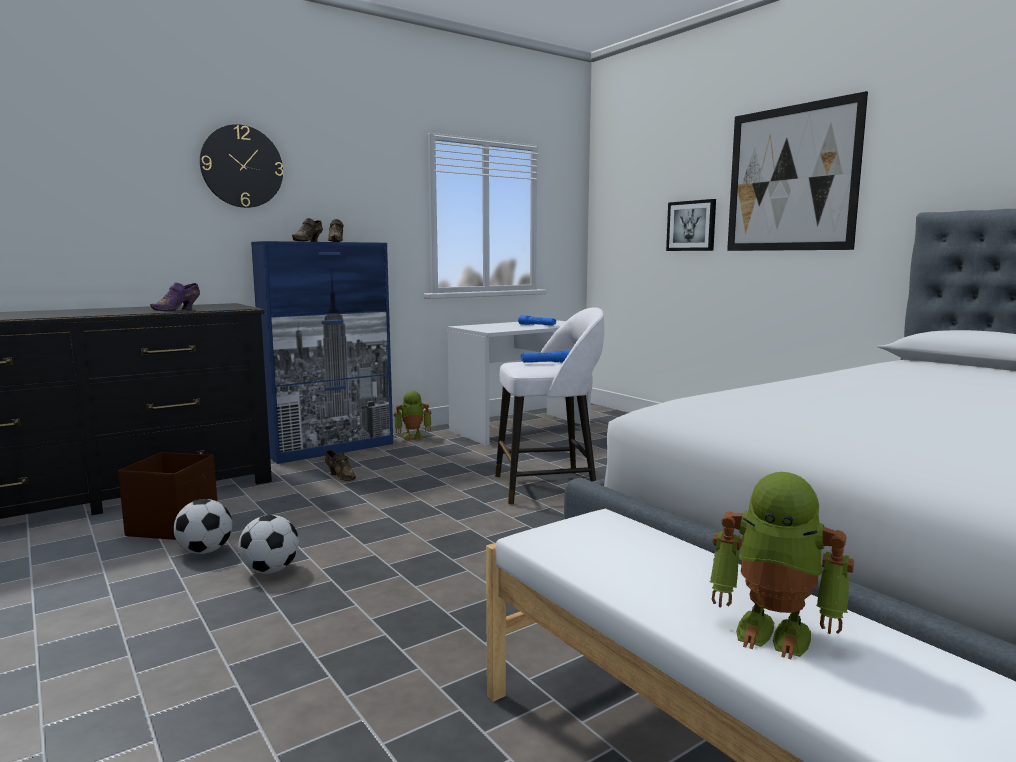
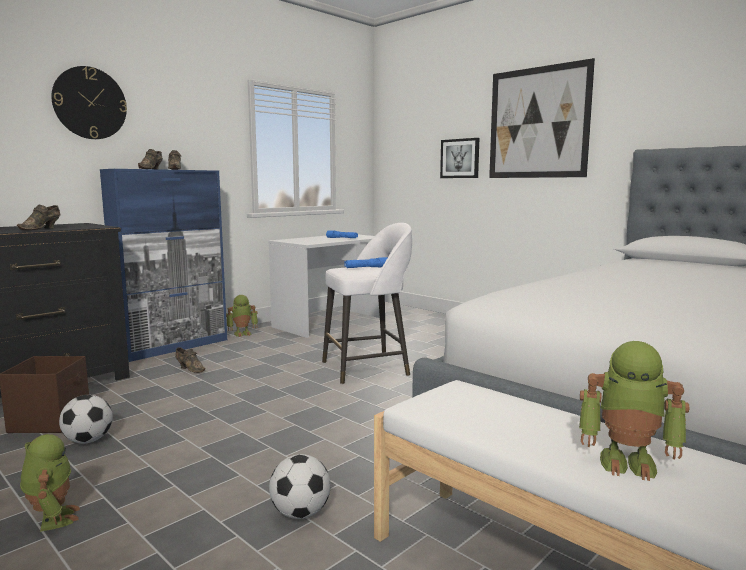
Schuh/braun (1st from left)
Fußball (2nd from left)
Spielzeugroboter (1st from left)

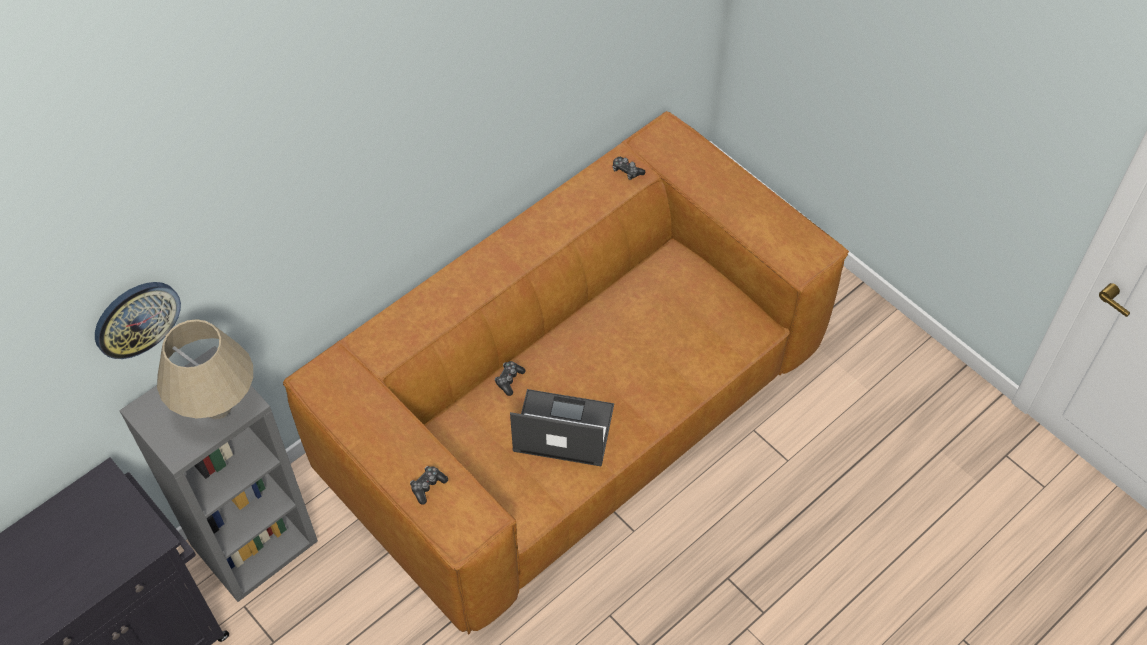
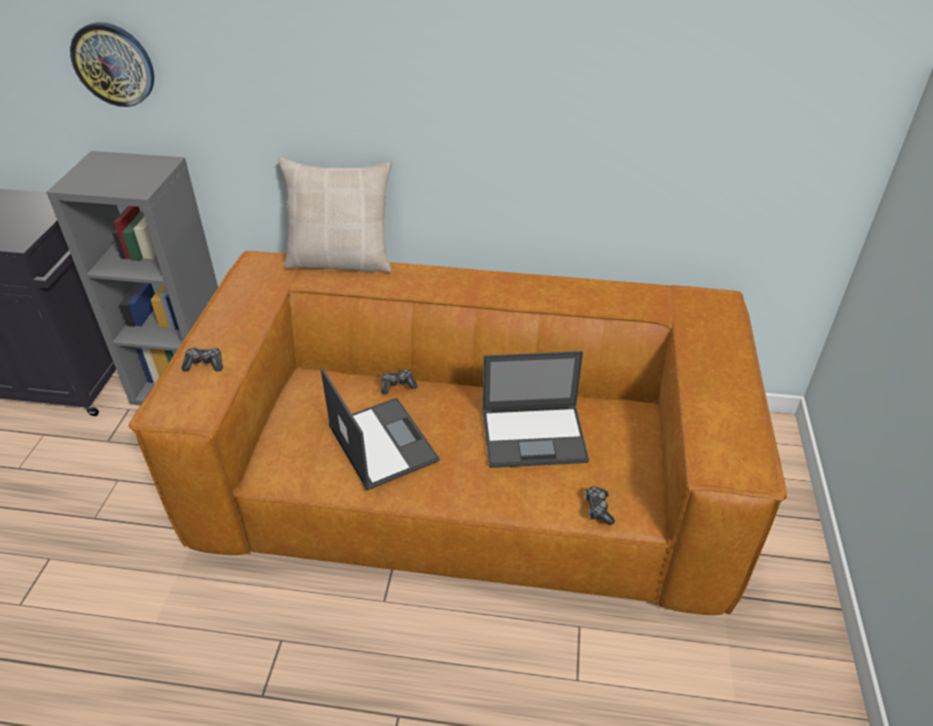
Gamepad (3rd from left)
Tischlampe/beige
Kissen/beige
Laptop (2nd from left)

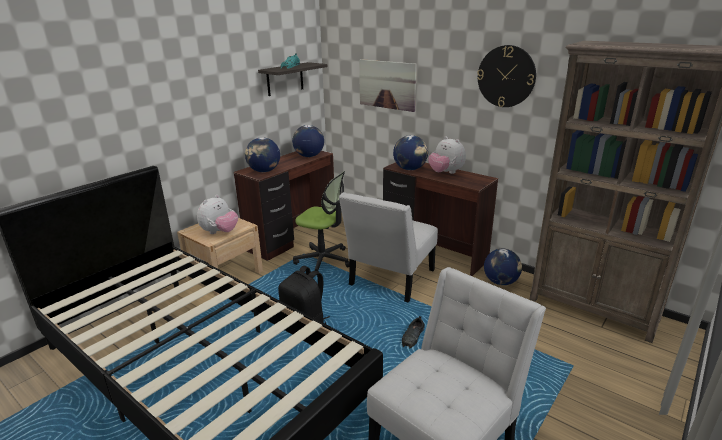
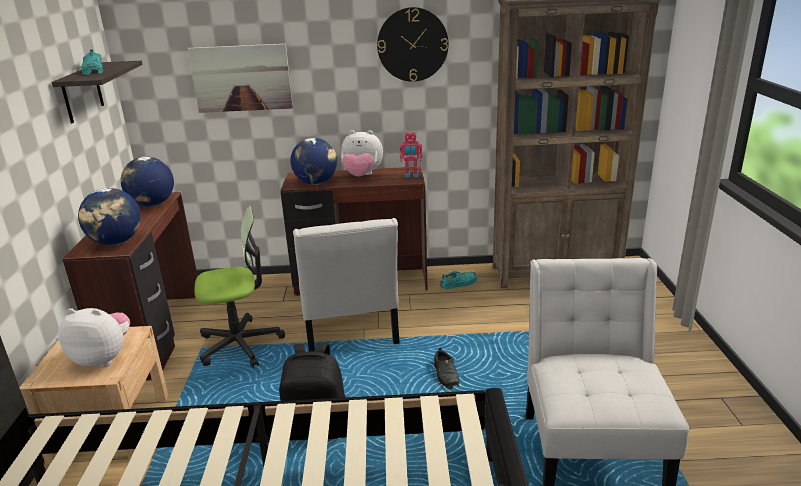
Plüschtier (1st from left)
Schuh/türkis (2nd from left)
Spielzeugroboter

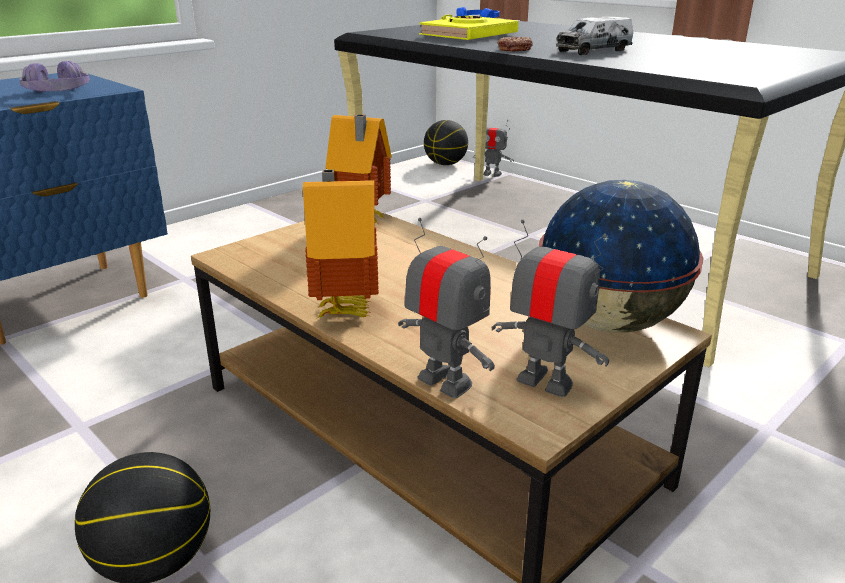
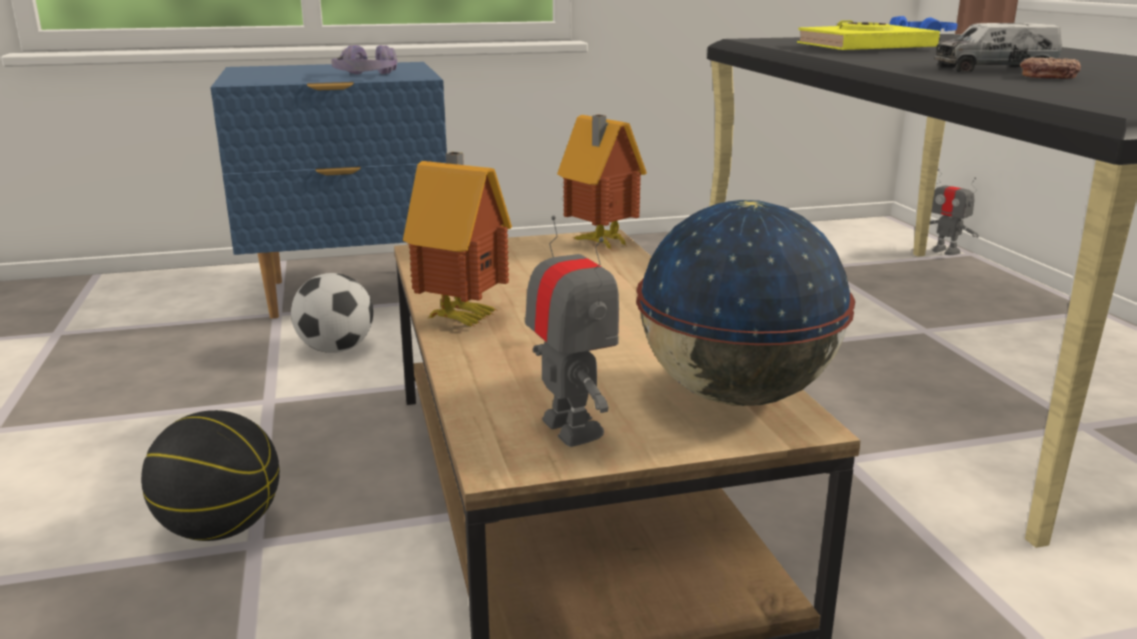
Donut
Basketball (2nd from left in the first image)
Spielzeugroboter (1st from left in the first image)
Fußball

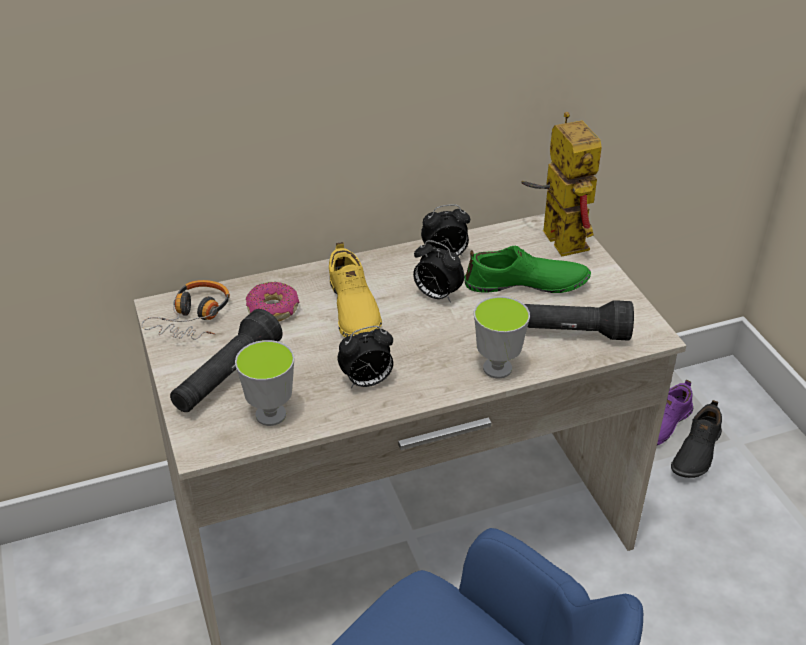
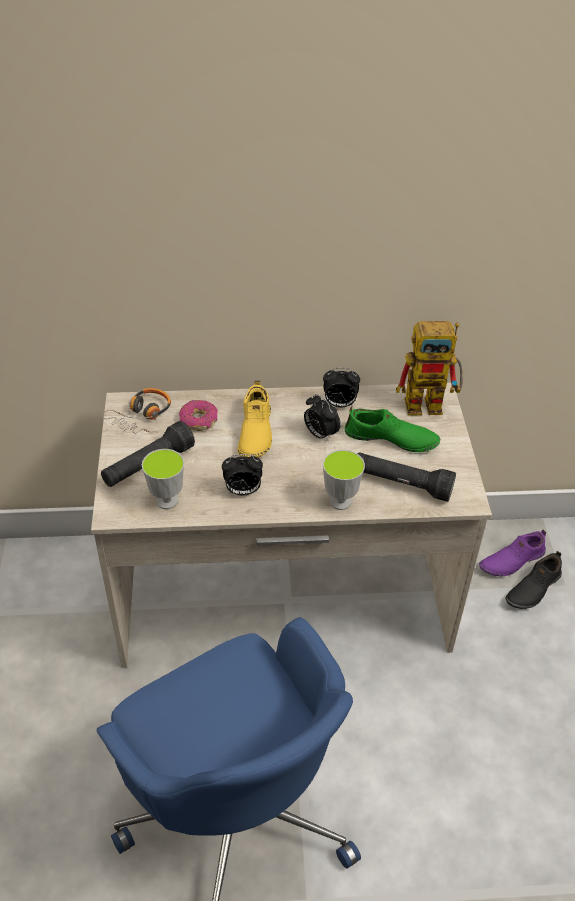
Spielzeugroboter

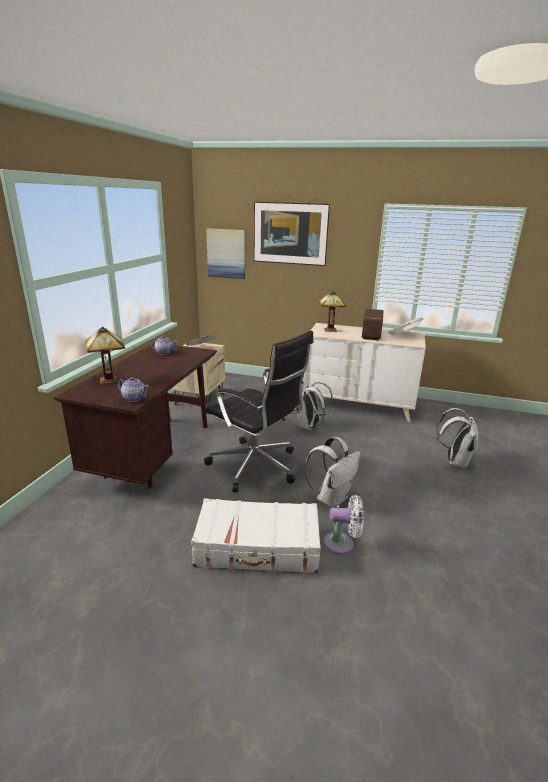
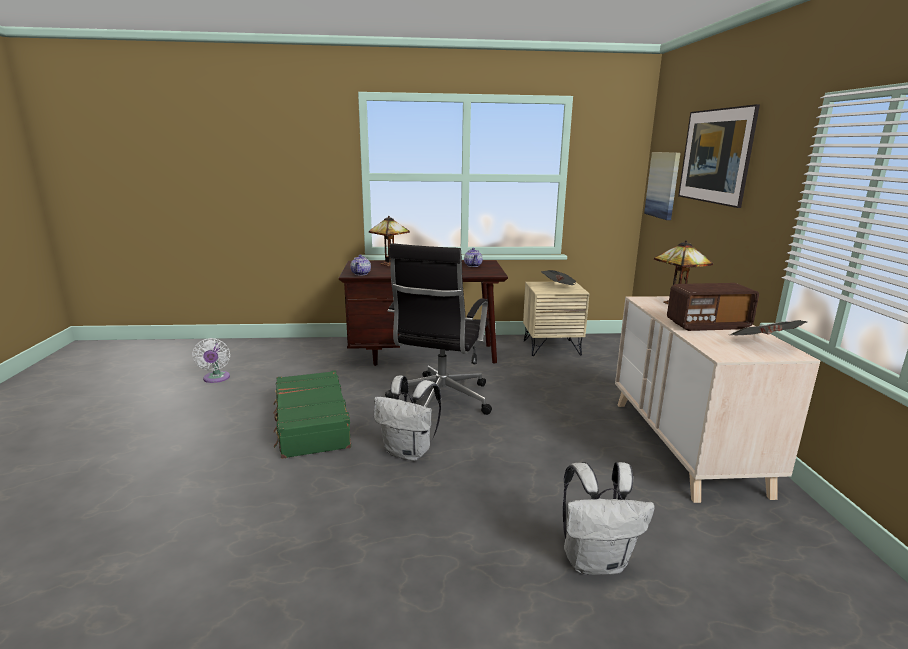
Rucksack/weiß (1st from left in the first image)
Ventilator/weiß
Koffer/grün

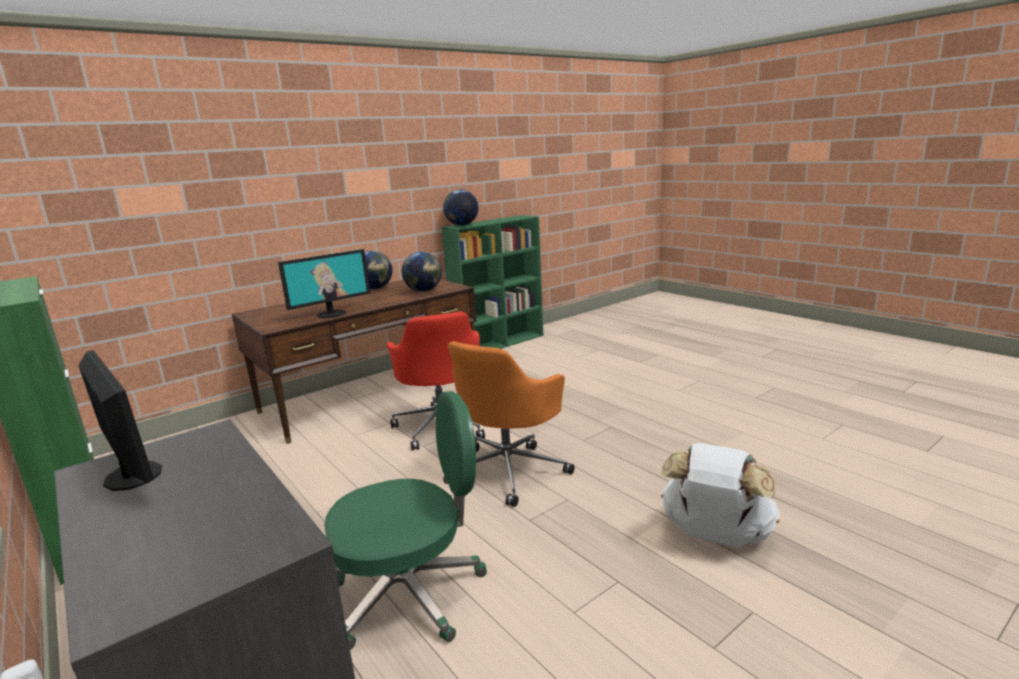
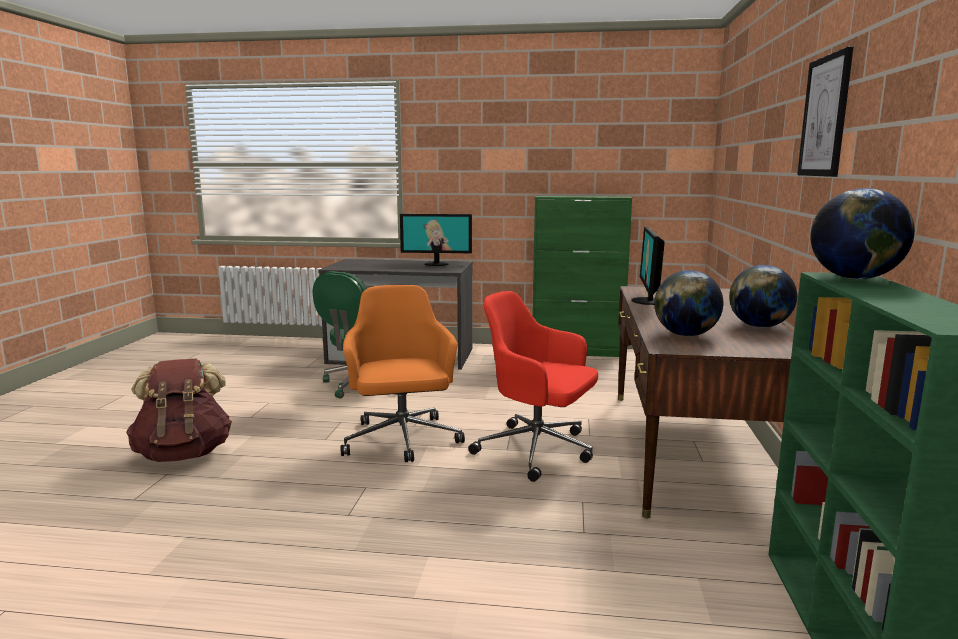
Rucksack/braun
Bild

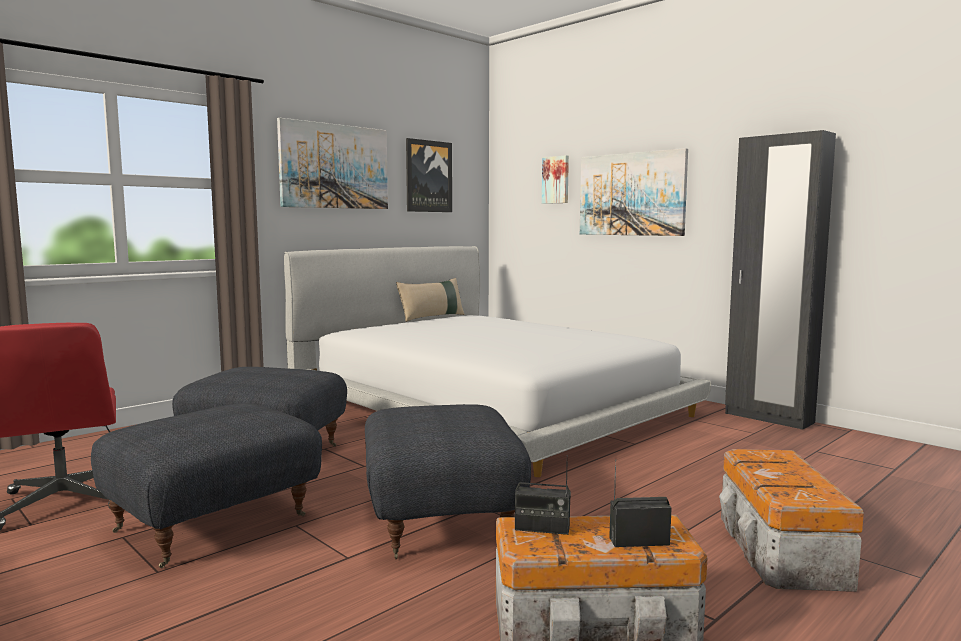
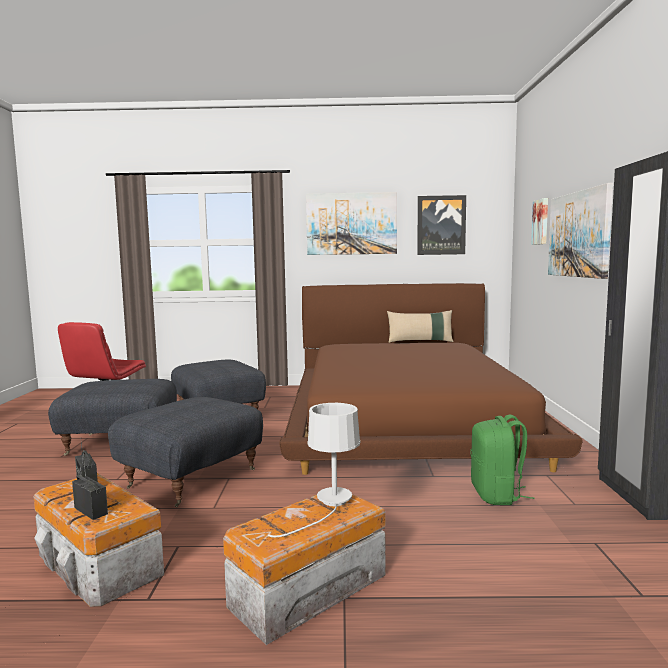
Bett/braun
Tischlampe/weiß
Rucksack/grün

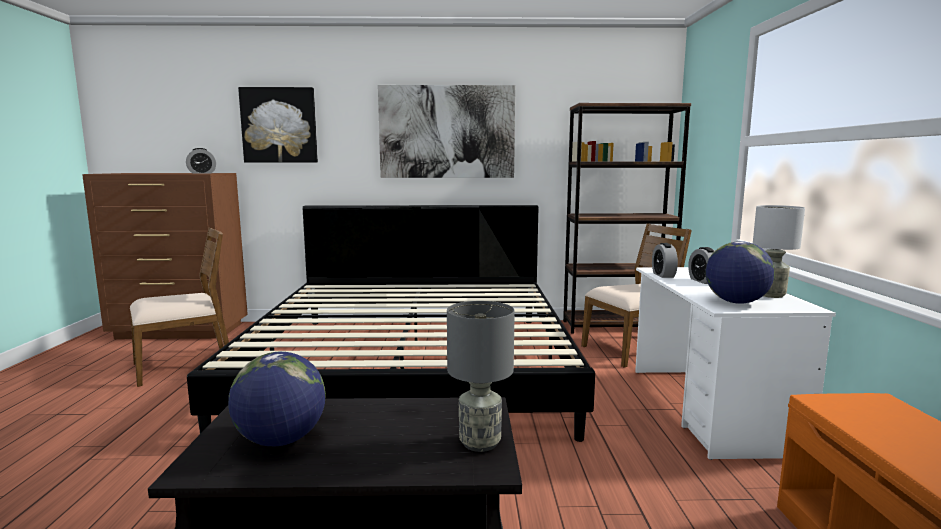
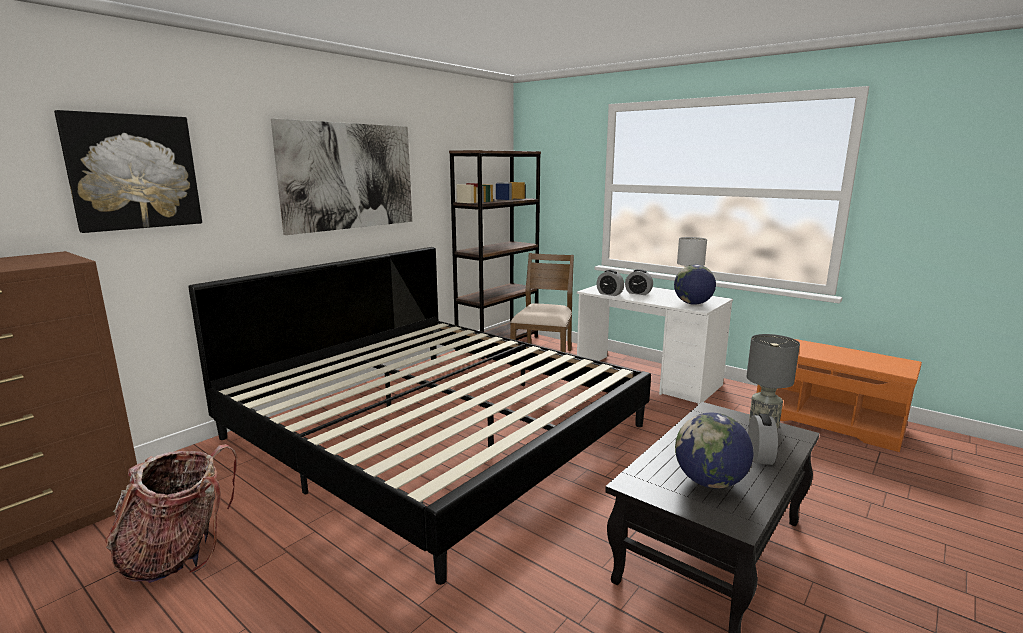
Wecker (3rd from left)
Rucksack

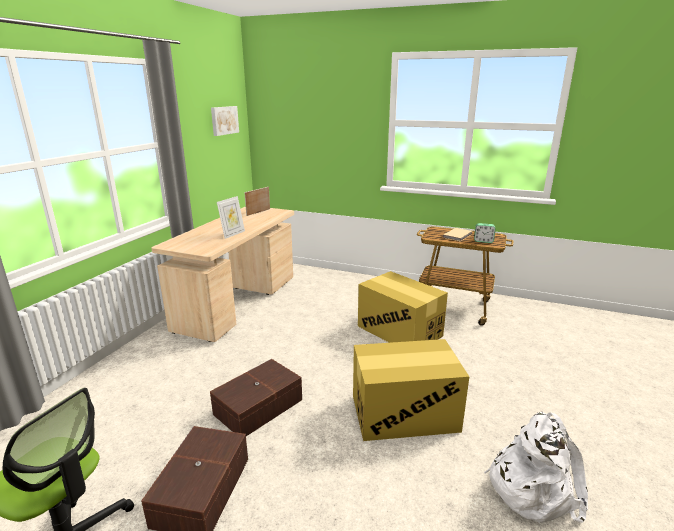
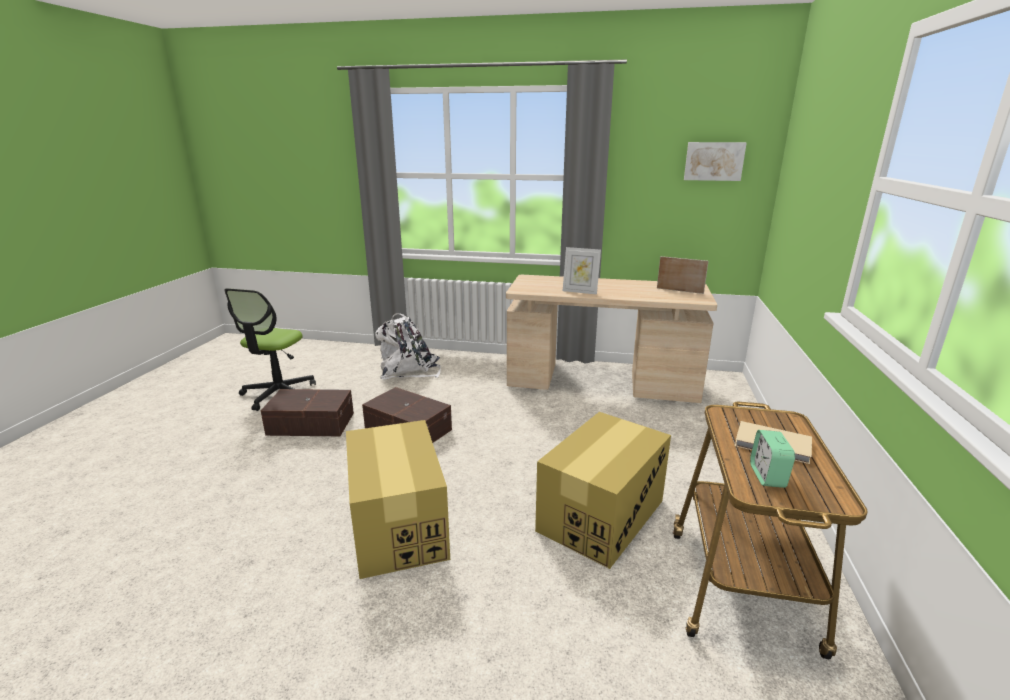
Rucksack/weiß

